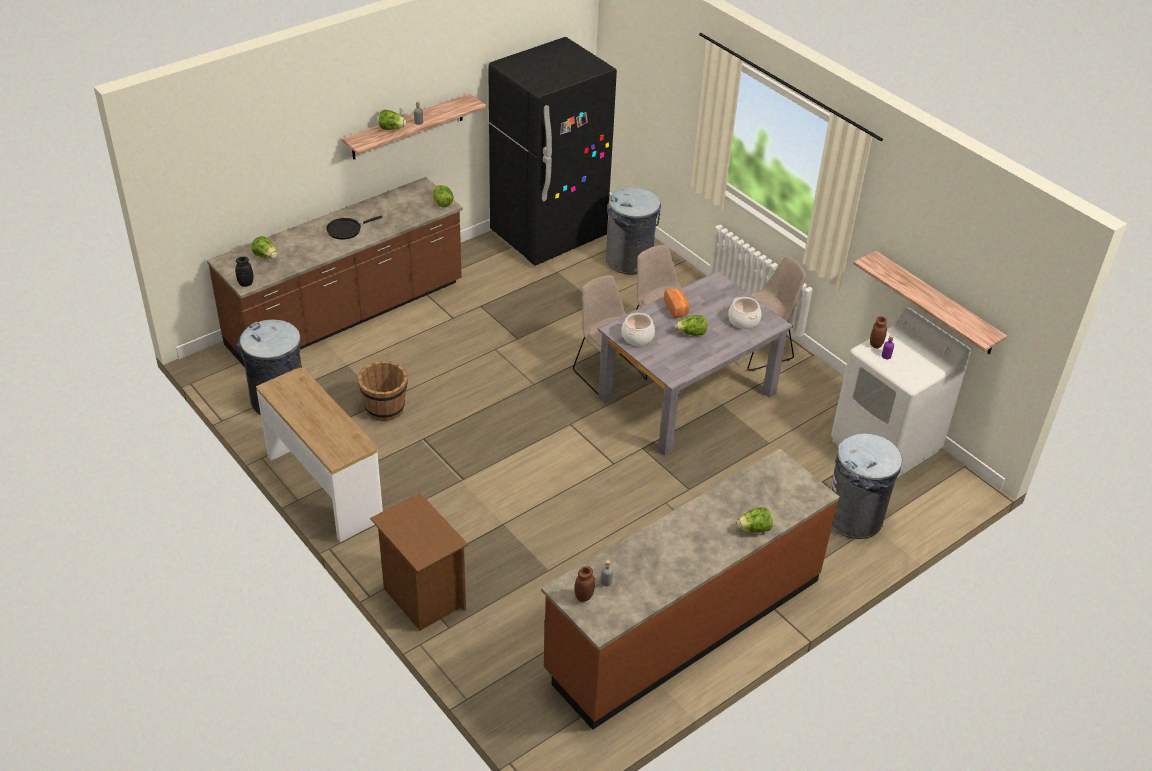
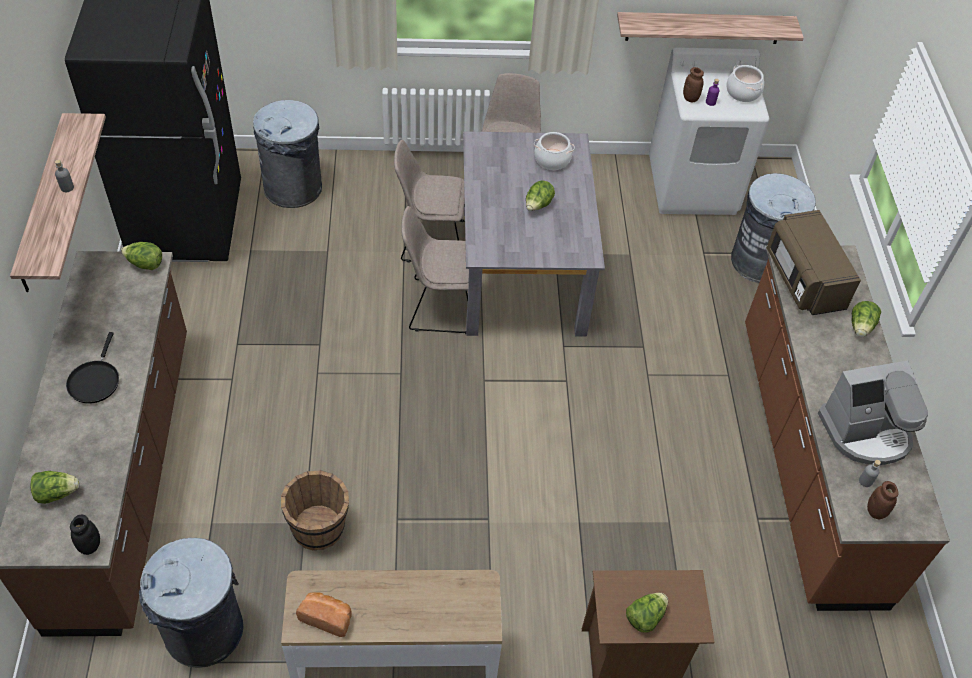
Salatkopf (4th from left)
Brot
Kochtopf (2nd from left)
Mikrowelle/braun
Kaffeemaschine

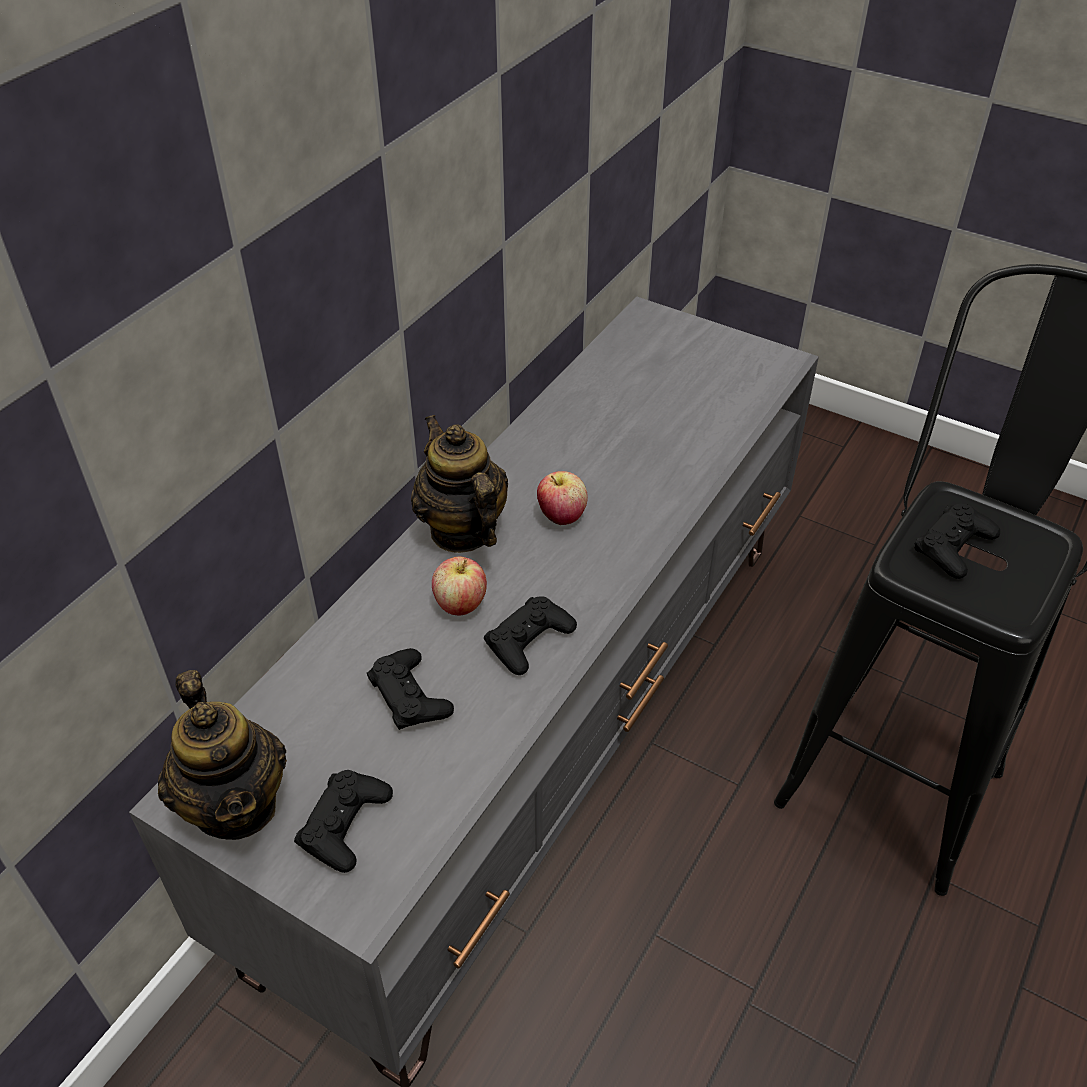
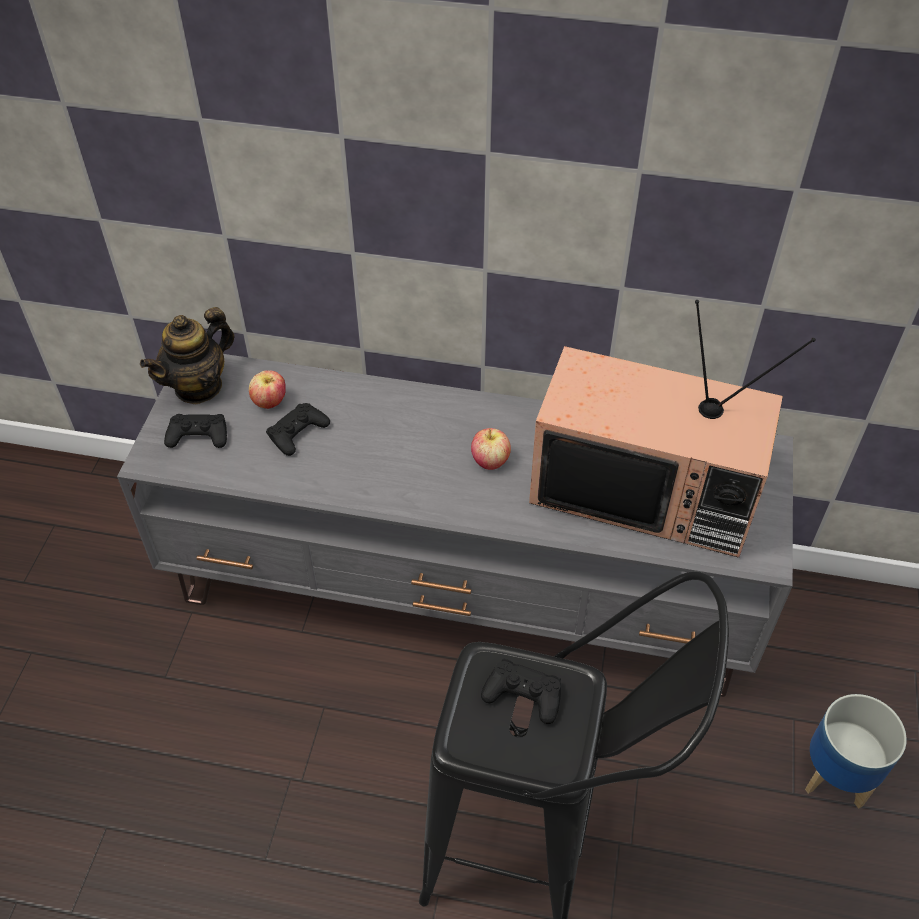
Teekanne (2nd from left in the first image)
Apfel (1st from left)
Gamepad/schwarz (3rd from left in the first image)
Fernseher
Pflanzkübel

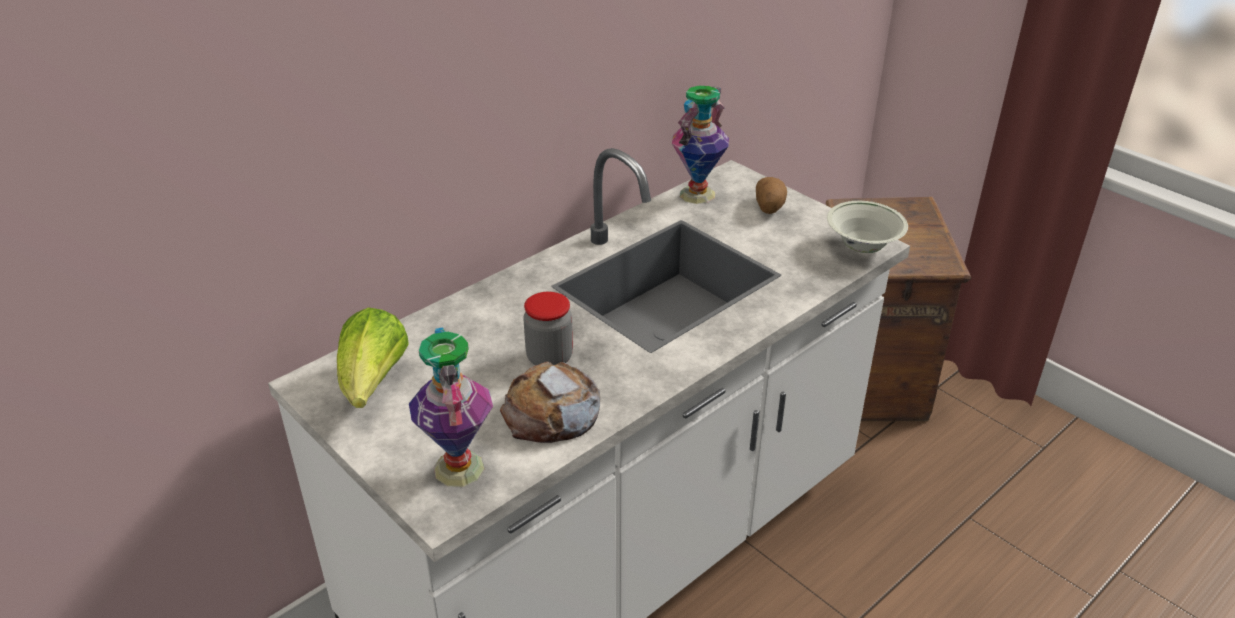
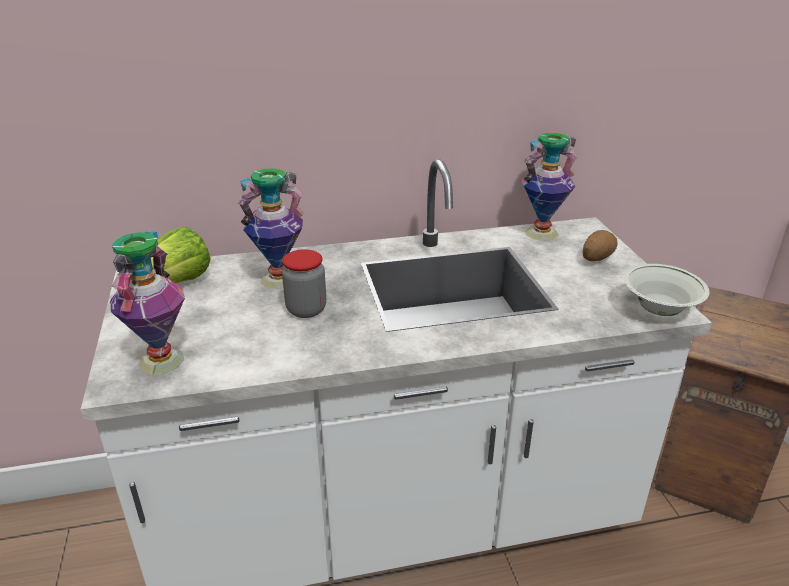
Brot
Vase (2nd from left)

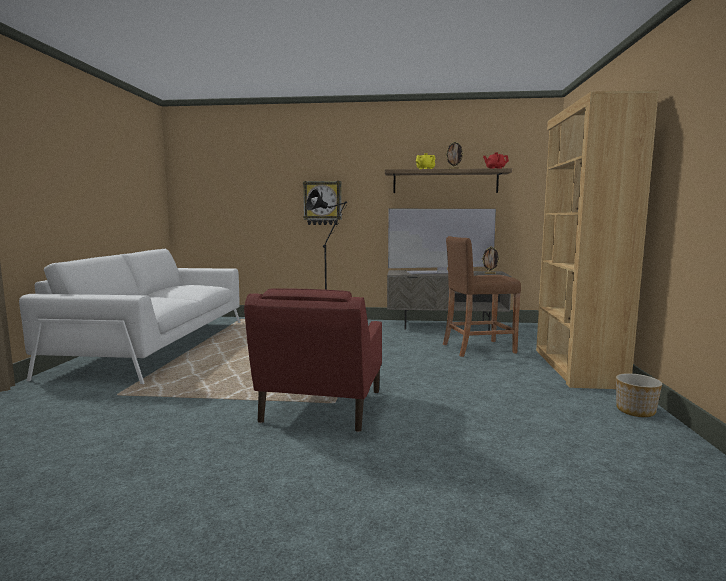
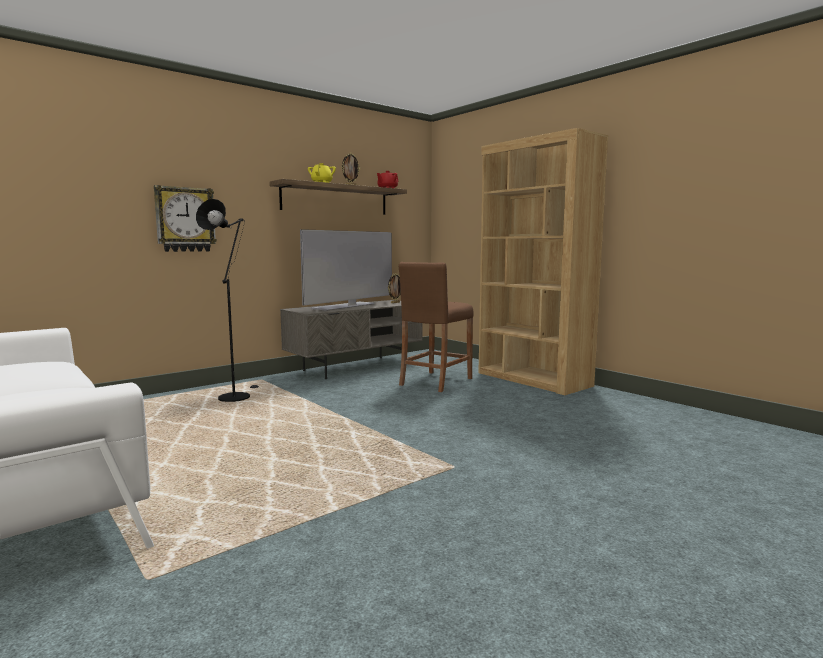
Sessel/rot
Pflanzkübel

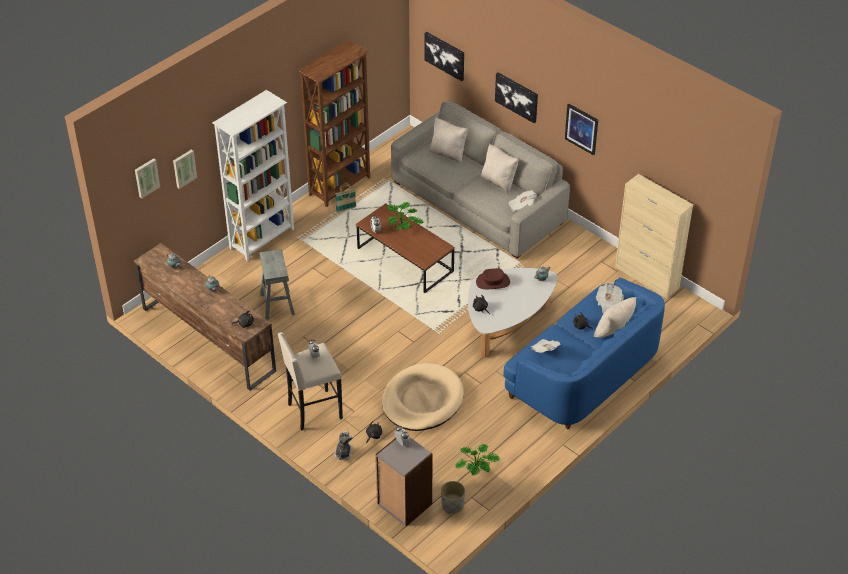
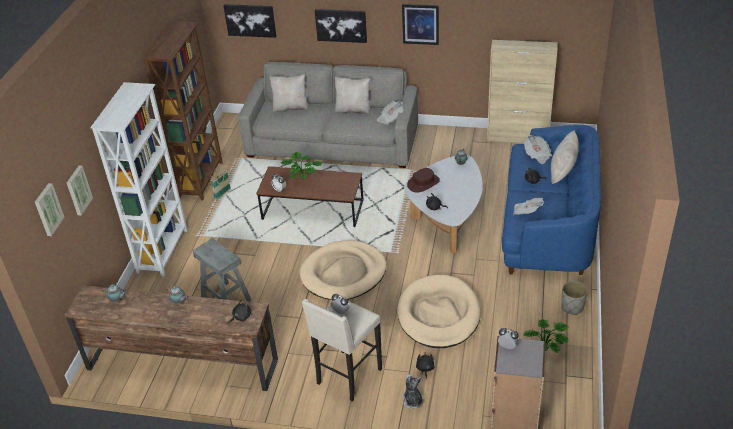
Pflanzkübel/grau
Hundebett/beige (1st from left)

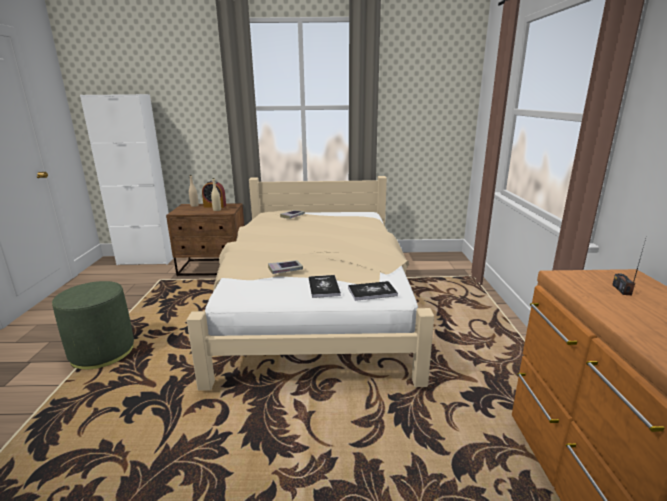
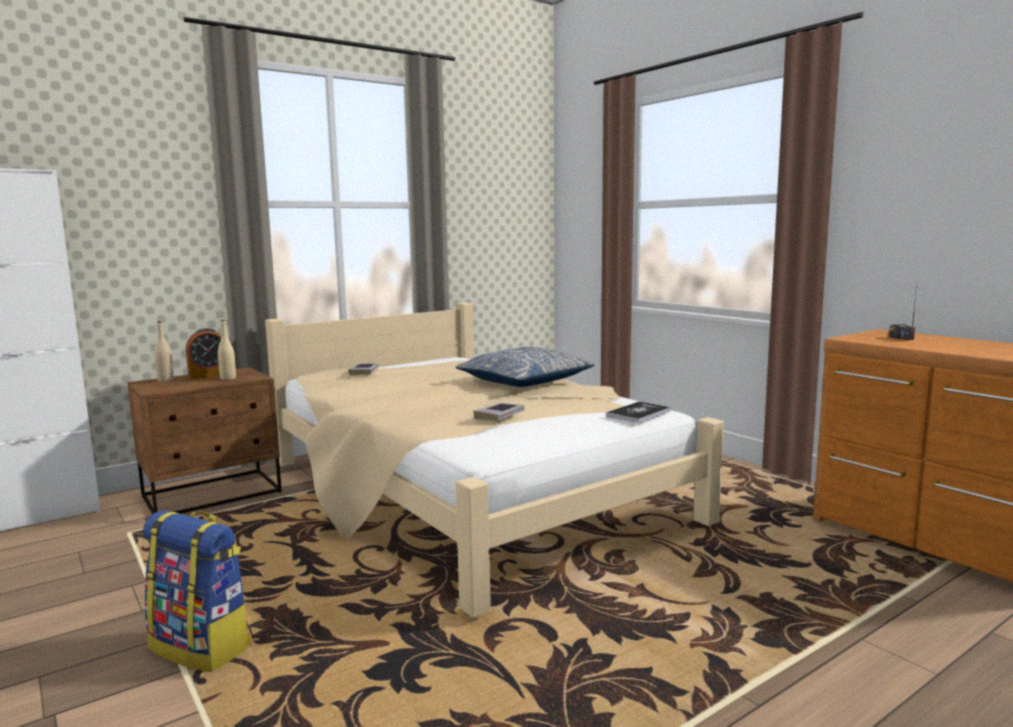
Buch (3rd from left in the first image)
Rucksack
Kissen

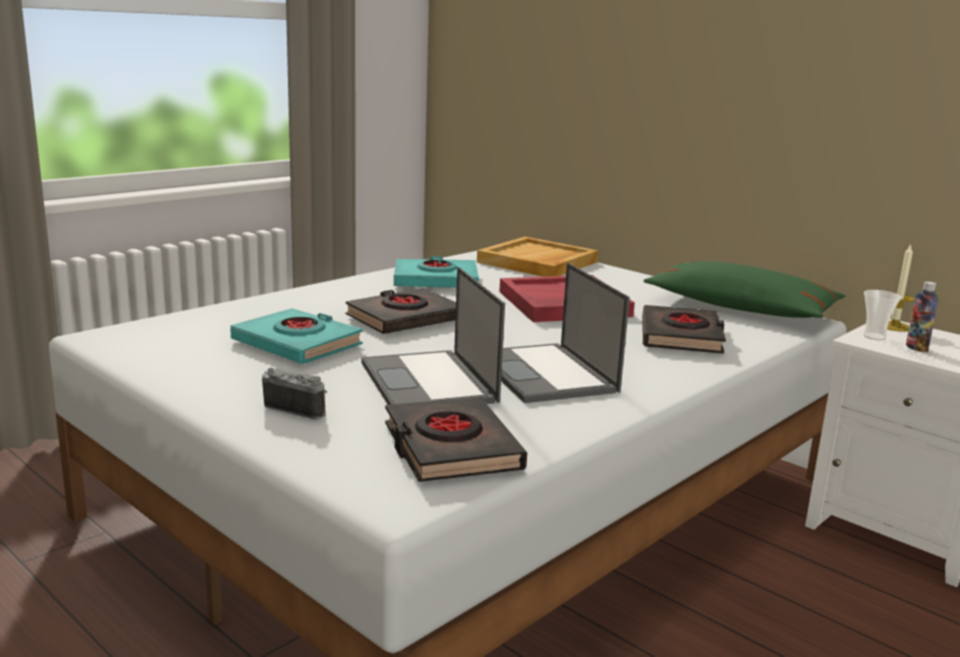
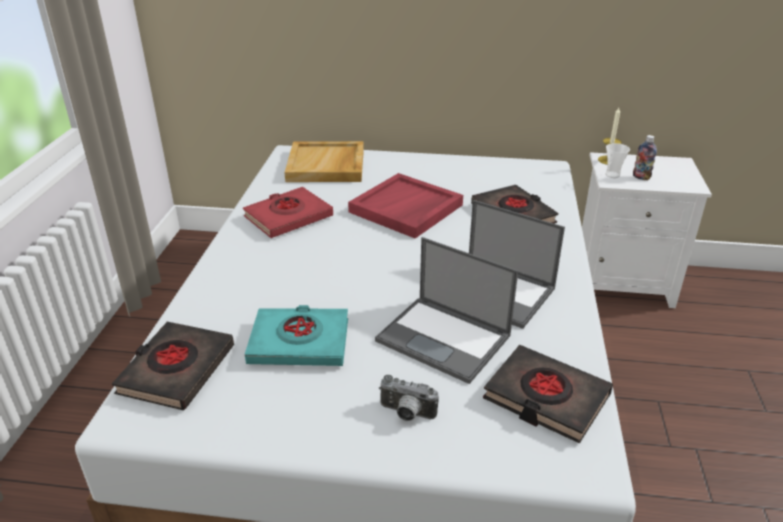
Buch/rot
Kissen/grün
Buch/schwarz (1st from left)
Kamera

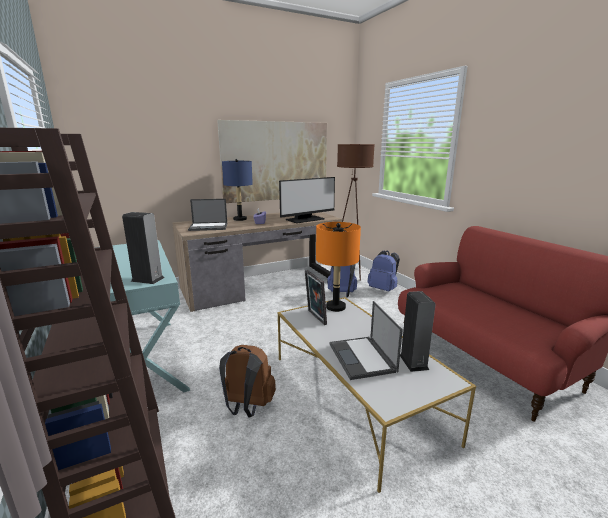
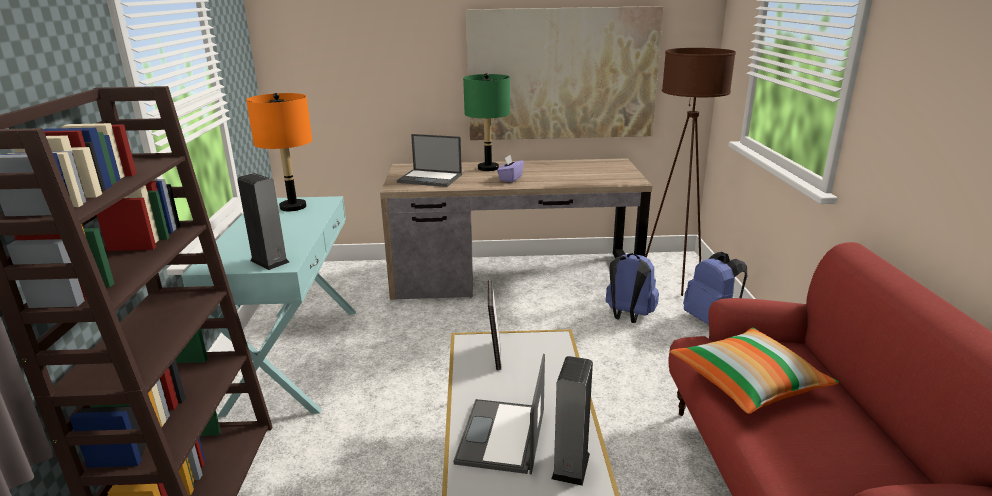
Tischlampe/grün
Monitor
Tischlampe/orange
Rucksack/braun
Kissen

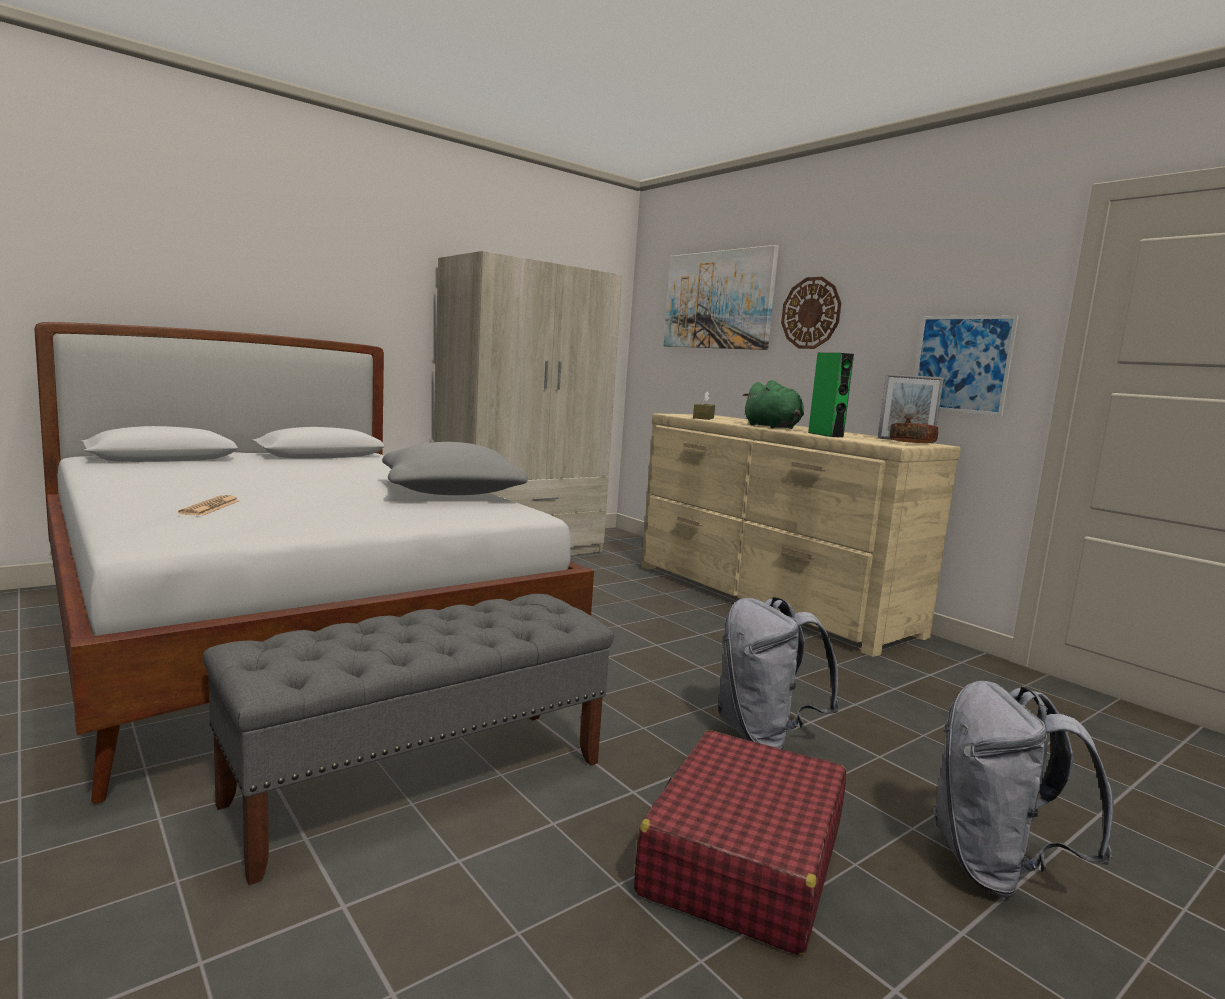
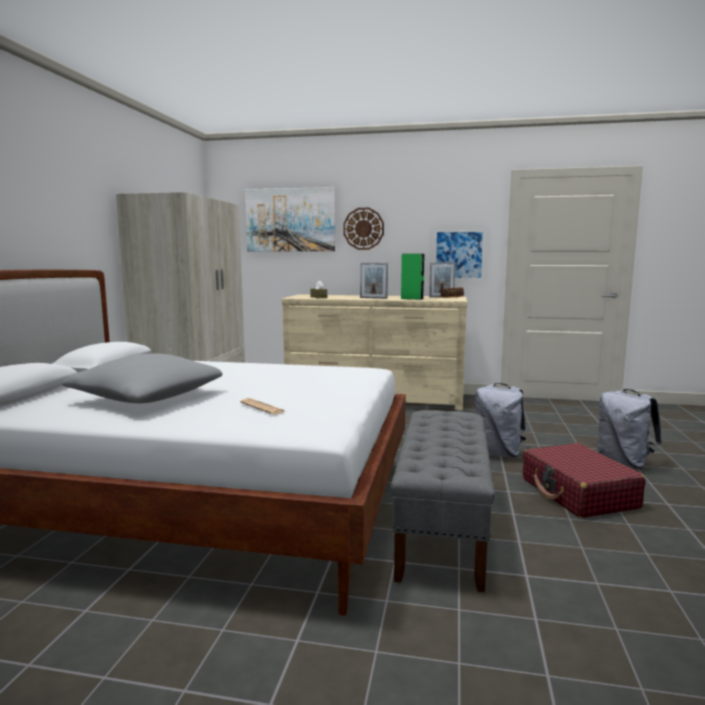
Bilderrahmen (1st from left)
Kissen/grau

